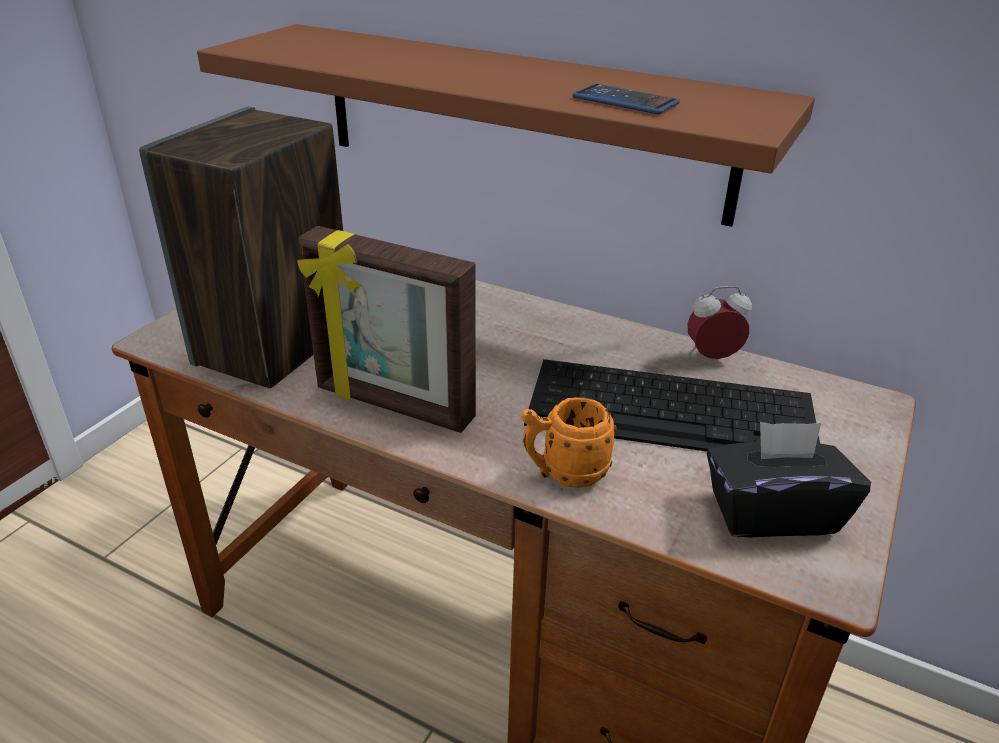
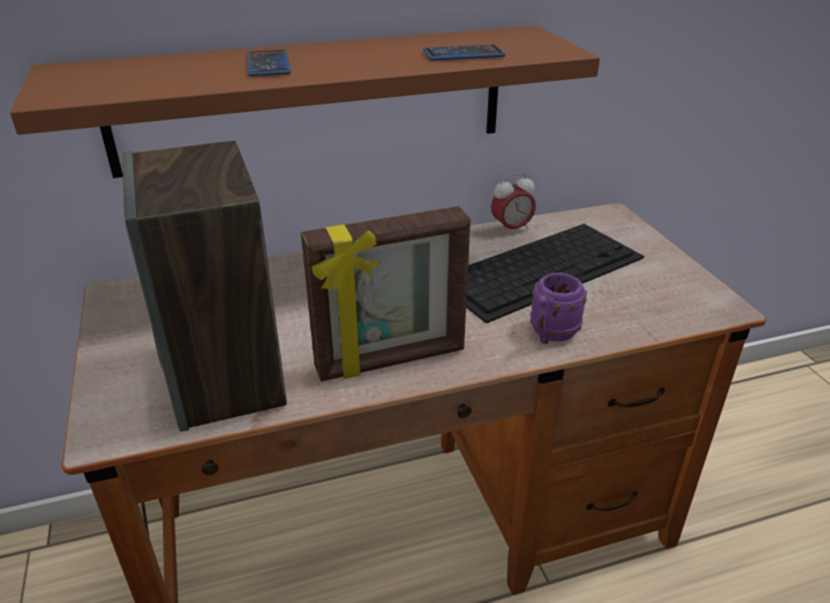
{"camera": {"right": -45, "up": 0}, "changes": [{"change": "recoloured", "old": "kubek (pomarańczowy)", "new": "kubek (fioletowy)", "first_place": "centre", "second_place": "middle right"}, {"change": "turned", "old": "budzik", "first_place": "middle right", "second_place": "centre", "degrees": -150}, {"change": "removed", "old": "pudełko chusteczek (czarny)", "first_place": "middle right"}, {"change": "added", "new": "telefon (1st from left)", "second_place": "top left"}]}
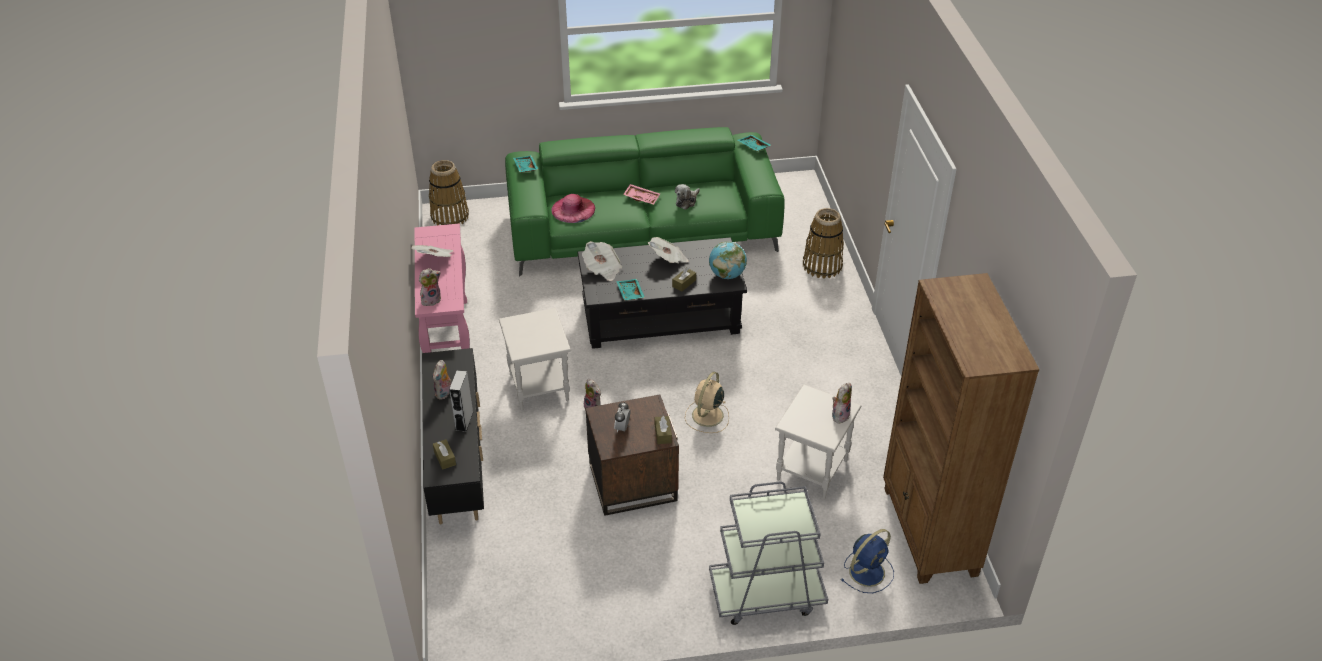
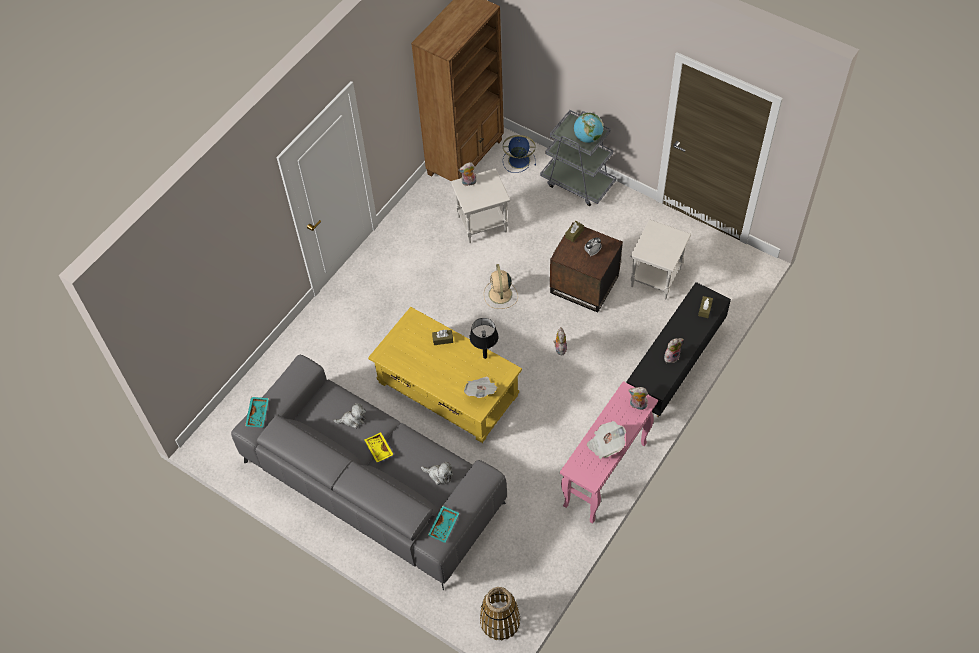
{"camera": {"right": -135, "up": 15}, "changes": [{"change": "removed", "old": "głośnik (szary)", "first_place": "centre"}, {"change": "moved", "old": "stolik (biały) (1st from left in the first image)", "new": "stolik (biały) (2nd from left)", "first_place": "centre", "second_place": "middle right"}, {"change": "recoloured", "old": "kanapa (zielony)", "new": "kanapa (szary)", "first_place": "top centre", "second_place": "bottom centre"}, {"change": "replaced", "old": "kapelusz (różowy)", "new": "pluszak (2nd from left)", "first_place": "top centre", "second_place": "bottom centre"}, {"change": "recoloured", "old": "ława (czarny)", "new": "ława (żółty)", "first_place": "centre", "second_place": "centre"}, {"change": "replaced", "old": "taca (turkusowy) (2nd from left)", "new": "lampa stołowa (czarny)", "first_place": "centre", "second_place": "centre"}, {"change": "recoloured", "old": "taca (różowy)", "new": "taca (żółty)", "first_place": "top centre", "second_place": "bottom centre"}, {"change": "removed", "old": "gazeta (3rd from left)", "first_place": "centre"}, {"change": "turned", "old": "wentylator (beżowy)", "first_place": "centre", "second_place": "centre", "degrees": 105}, {"change": "moved", "old": "globus", "first_place": "centre", "second_place": "top centre"}, {"change": "removed", "old": "koszyk (2nd from left)", "first_place": "centre"}]}
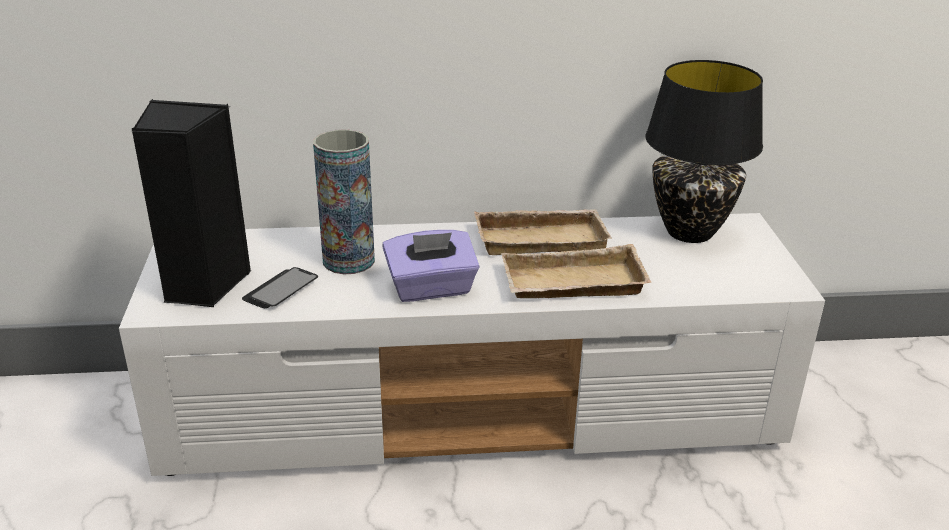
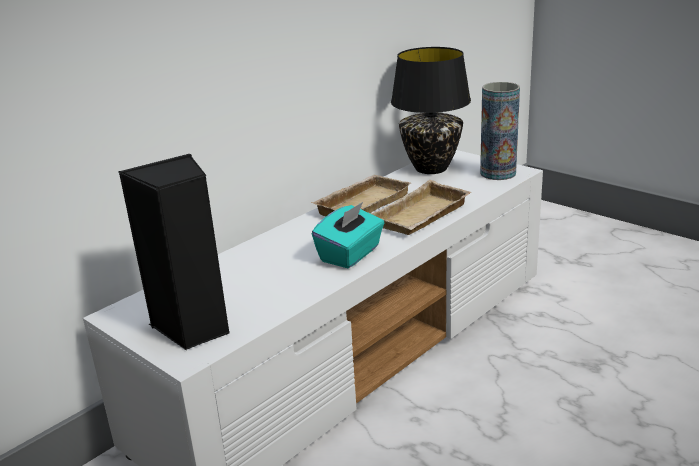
{"camera": {"right": -40, "up": -5}, "changes": [{"change": "removed", "old": "telefon", "first_place": "middle left"}, {"change": "moved", "old": "wazon", "first_place": "centre", "second_place": "top right"}, {"change": "recoloured", "old": "pudełko chusteczek (fioletowy)", "new": "pudełko chusteczek (turkusowy)", "first_place": "centre", "second_place": "centre"}]}
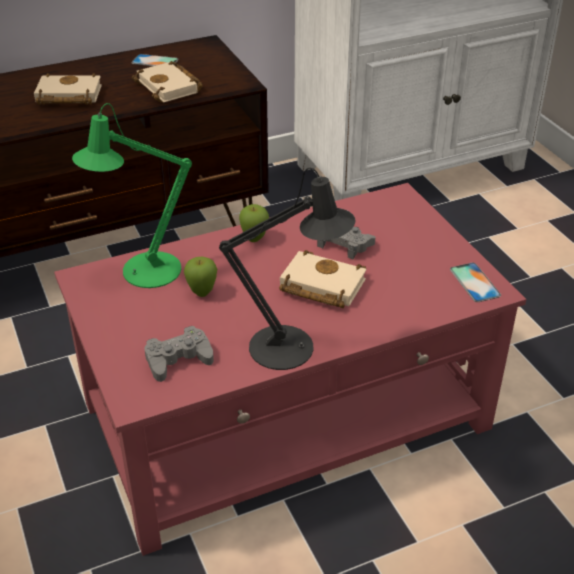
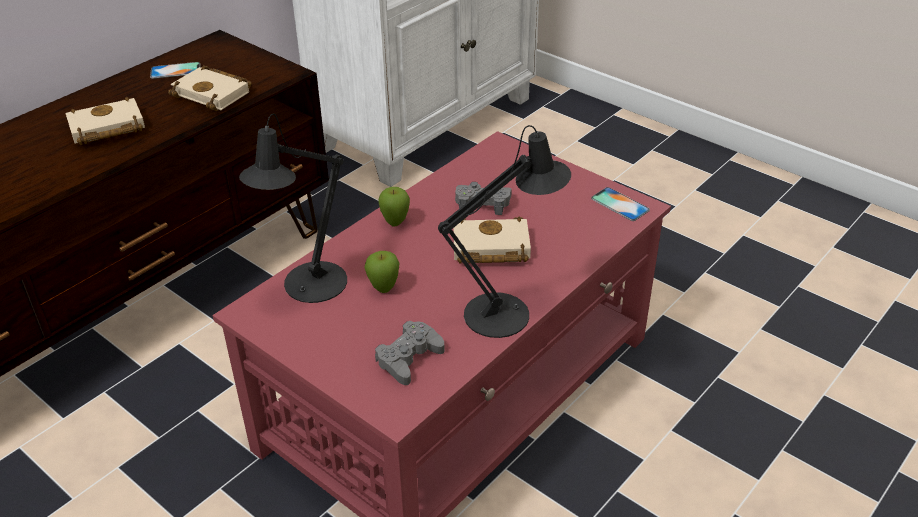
{"camera": {"right": -25, "up": 0}, "changes": [{"change": "recoloured", "old": "lampa stołowa (zielony)", "new": "lampa stołowa (czarny) (1st from left)", "first_place": "middle left", "second_place": "middle left"}]}
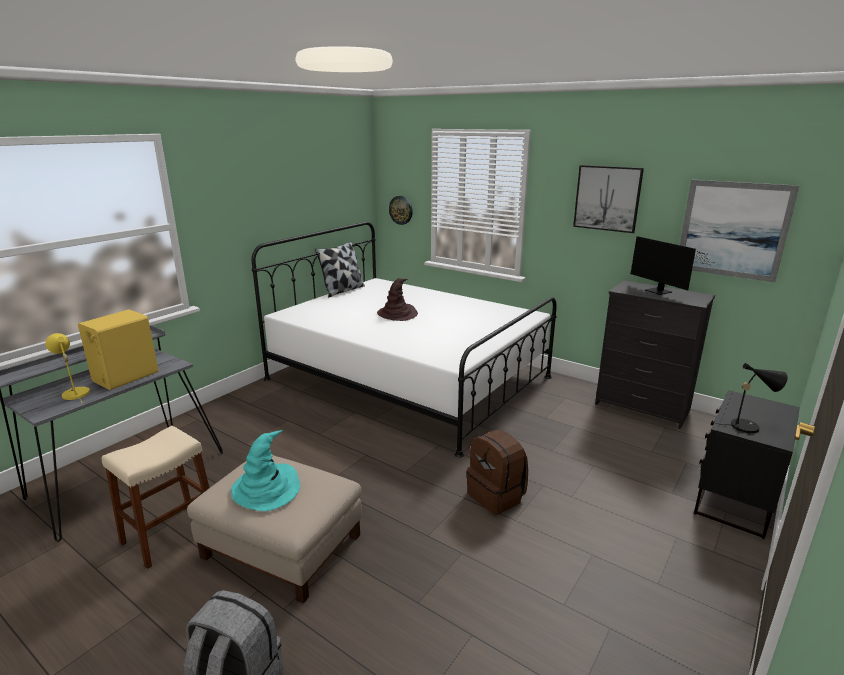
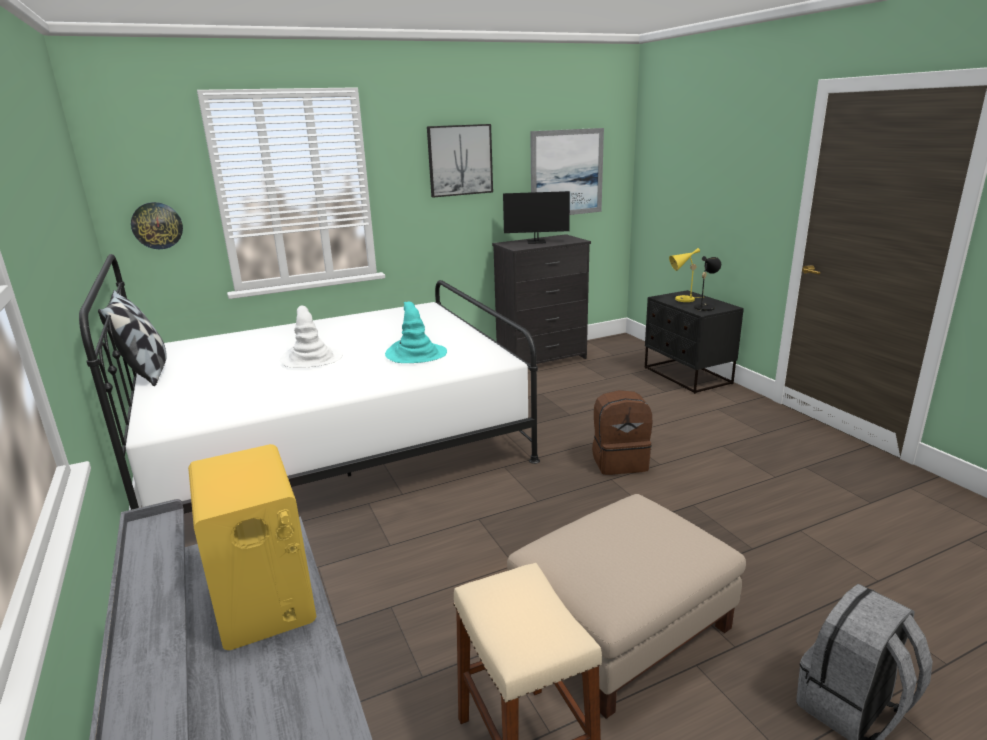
{"camera": {"right": -60, "up": 0}, "changes": [{"change": "moved", "old": "lampa stołowa (żółty)", "first_place": "middle left", "second_place": "middle right"}, {"change": "moved", "old": "kapelusz (turkusowy)", "first_place": "bottom left", "second_place": "centre"}, {"change": "recoloured", "old": "kapelusz (brązowy)", "new": "kapelusz (biały)", "first_place": "centre", "second_place": "middle left"}]}
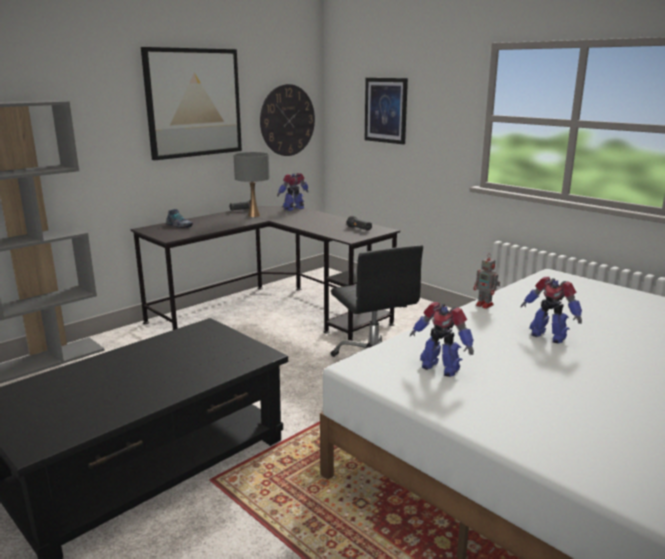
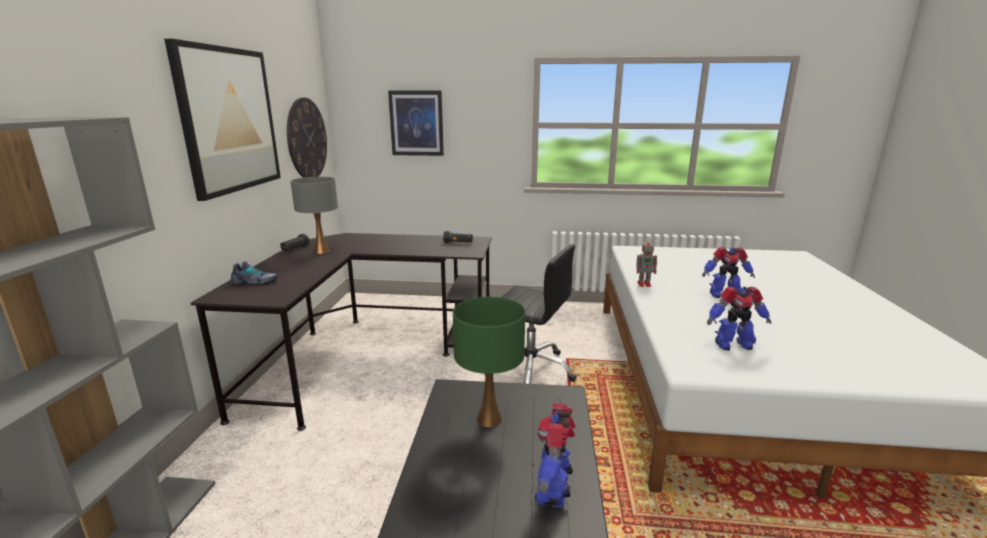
{"camera": {"right": -40, "up": 0}, "changes": [{"change": "moved", "old": "robot zabawkowy (1st from left)", "first_place": "centre", "second_place": "bottom centre"}, {"change": "added", "new": "lampa stołowa (zielony)", "second_place": "bottom centre"}]}
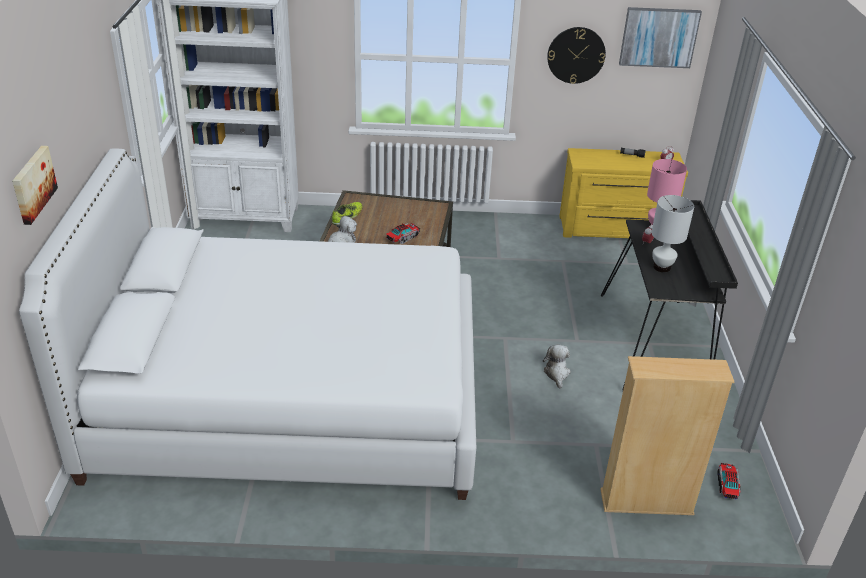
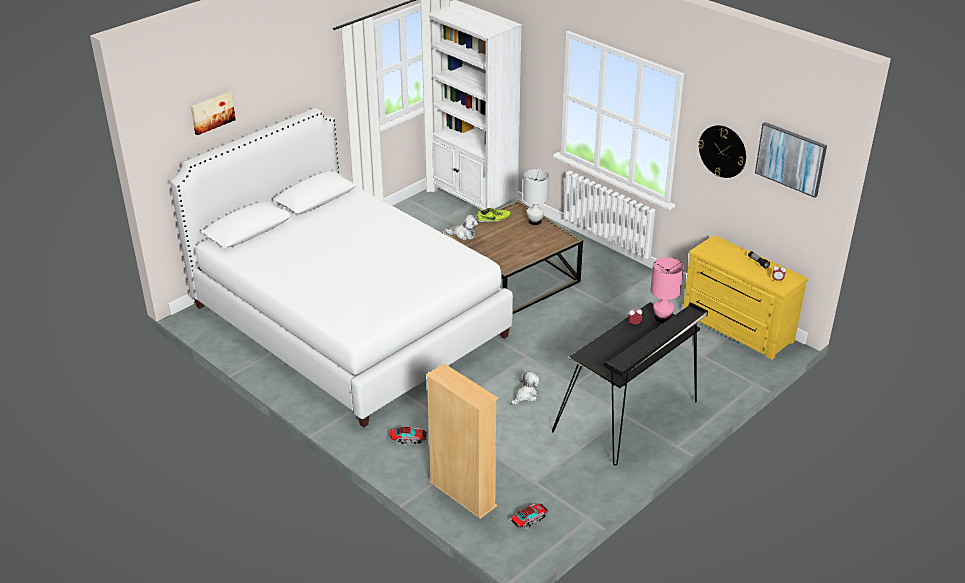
{"camera": {"right": 45, "up": 0}, "changes": [{"change": "moved", "old": "ciężarówka zabawkowa (1st from left)", "first_place": "centre", "second_place": "bottom centre"}, {"change": "moved", "old": "lampa stołowa (biały)", "first_place": "middle right", "second_place": "centre"}]}
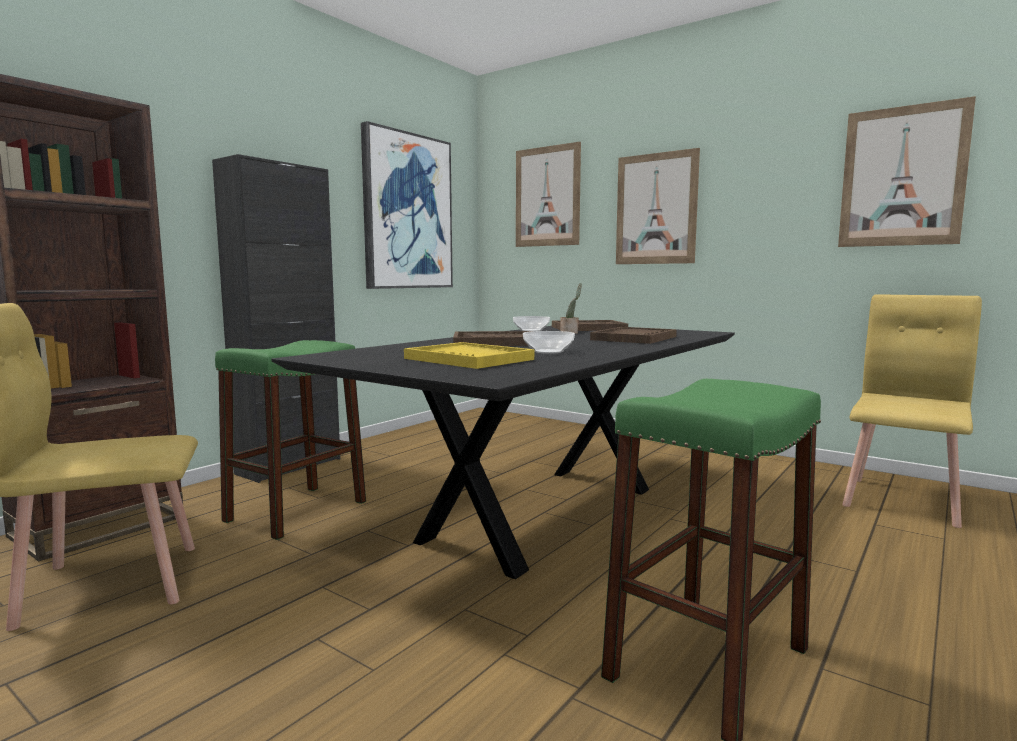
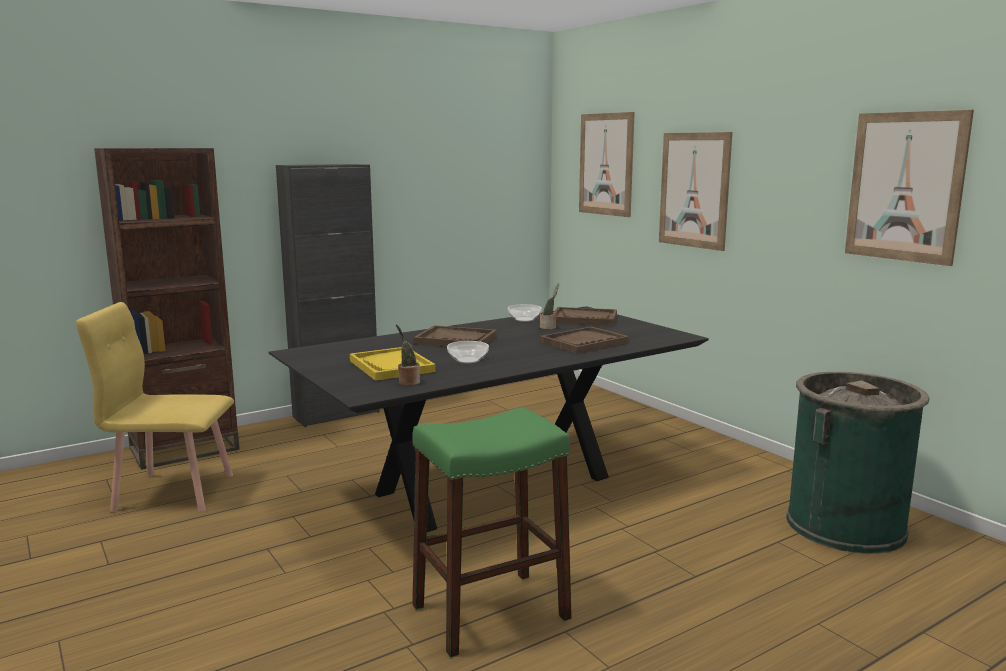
{"camera": {"right": 20, "up": 5}, "changes": [{"change": "removed", "old": "stołek (zielony) (1st from left)", "first_place": "middle left"}, {"change": "removed", "old": "obraz (1st from left)", "first_place": "top centre"}, {"change": "replaced", "old": "krzesło (żółty) (2nd from left)", "new": "kosz na śmieci (zielony)", "first_place": "middle right", "second_place": "bottom right"}, {"change": "added", "new": "roślina doniczkowa (1st from left)", "second_place": "centre"}]}
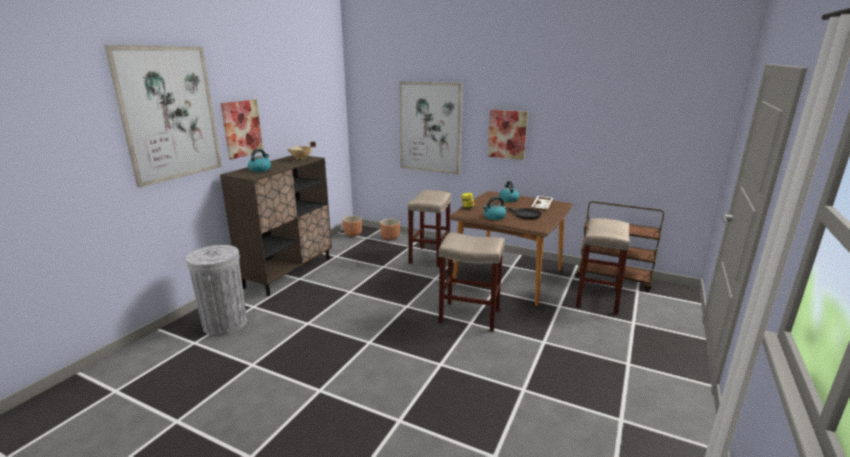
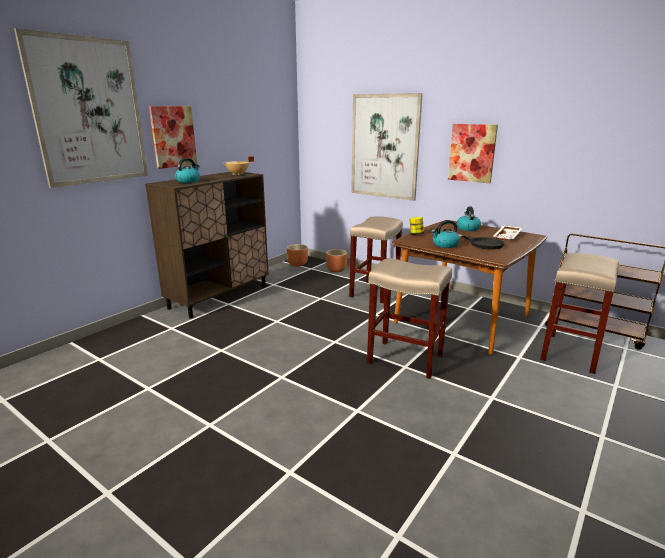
{"camera": {"right": 10, "up": 0}, "changes": [{"change": "removed", "old": "kosz na śmieci (szary)", "first_place": "middle left"}]}
